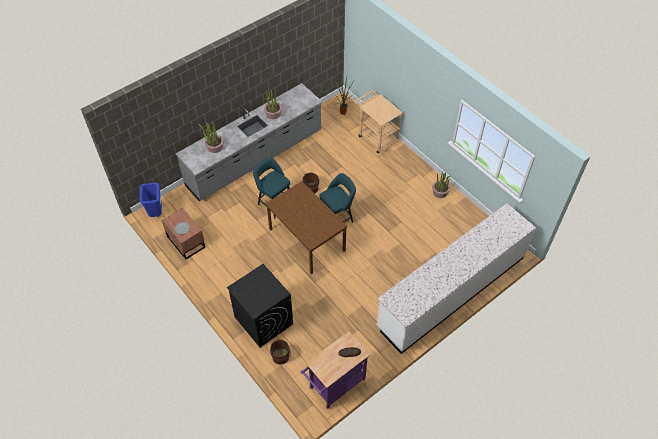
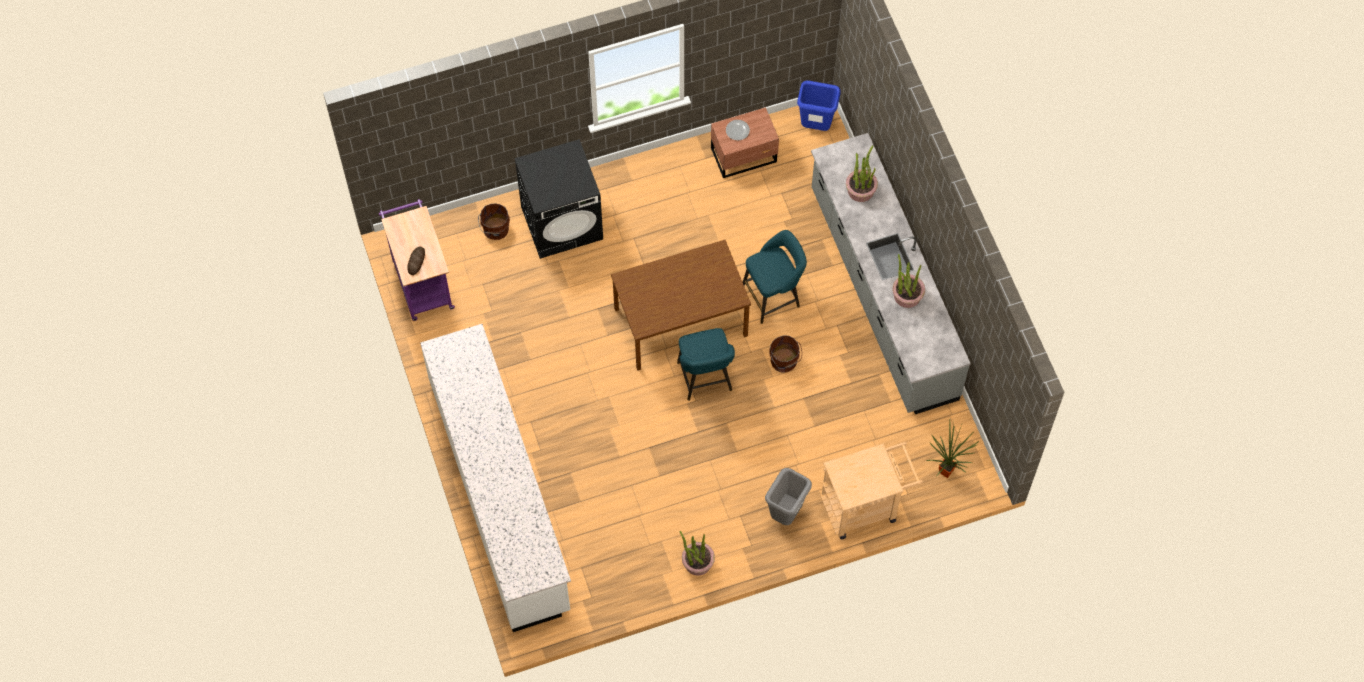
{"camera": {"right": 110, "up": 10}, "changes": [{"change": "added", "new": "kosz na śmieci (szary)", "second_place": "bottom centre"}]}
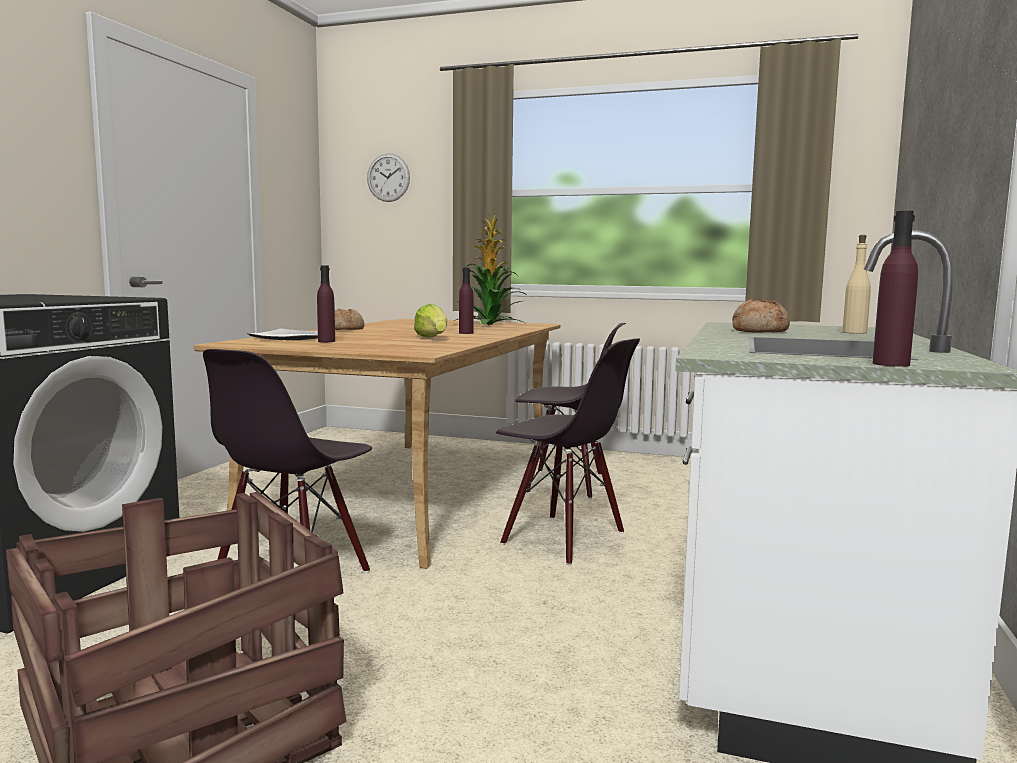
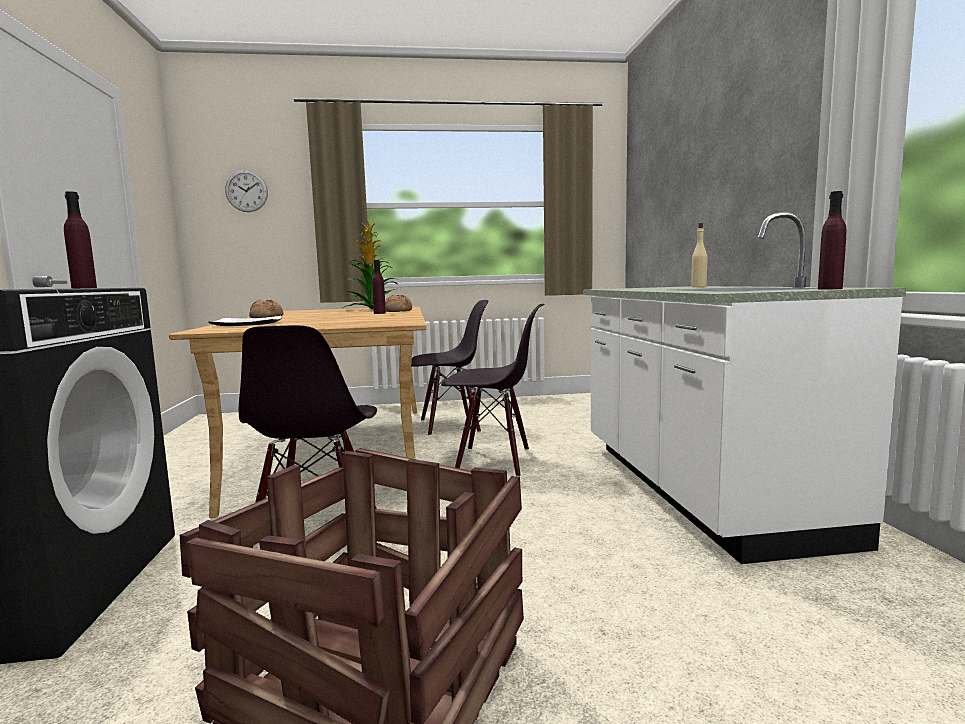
{"camera": {"right": -25, "up": 0}, "changes": [{"change": "moved", "old": "butelka (fioletowy) (1st from left)", "first_place": "middle left", "second_place": "top left"}, {"change": "removed", "old": "sałata", "first_place": "centre"}, {"change": "moved", "old": "chleb (2nd from left)", "first_place": "middle right", "second_place": "centre"}]}
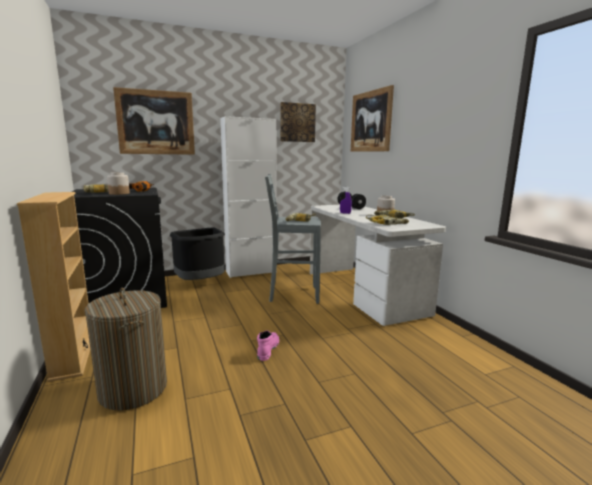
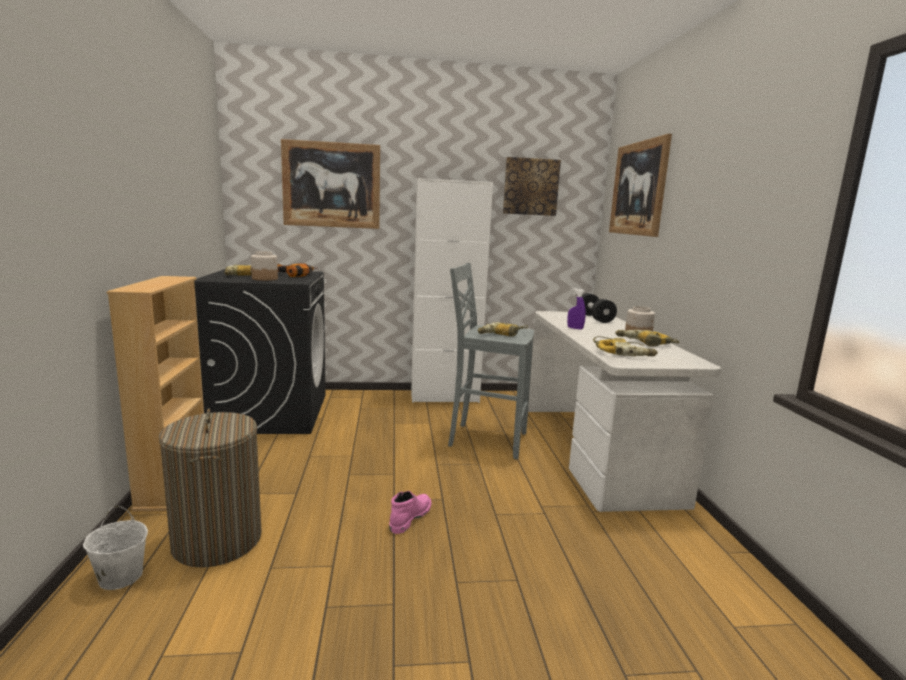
{"camera": {"right": 15, "up": 0}, "changes": [{"change": "removed", "old": "kosz na śmieci (czarny)", "first_place": "middle left"}, {"change": "added", "new": "wiadro (biały)", "second_place": "bottom left"}]}
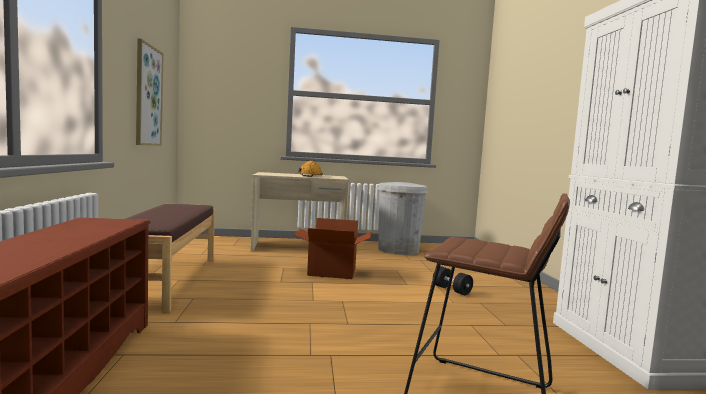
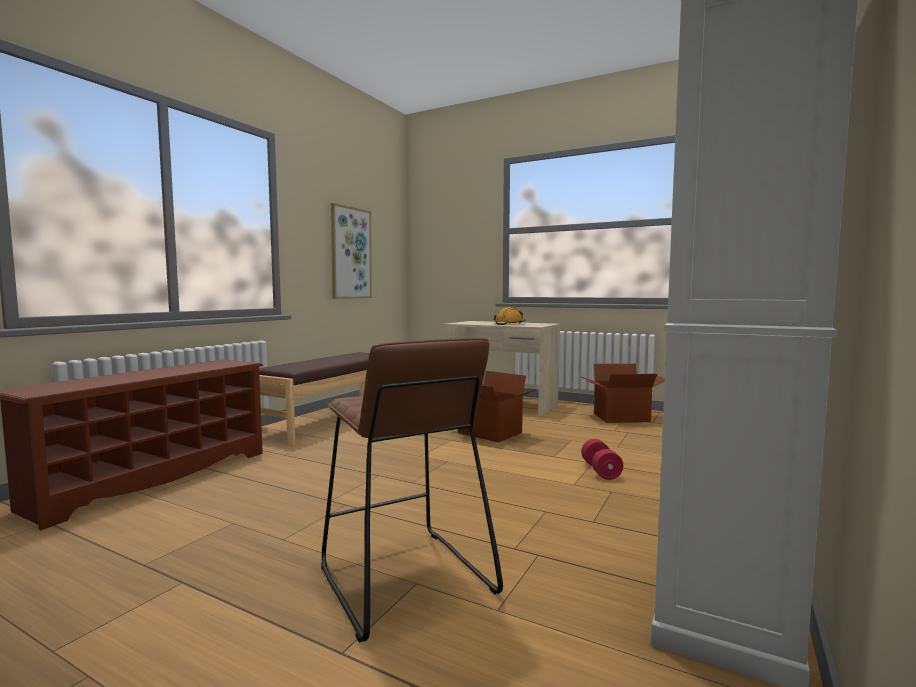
{"camera": {"right": 35, "up": 0}, "changes": [{"change": "replaced", "old": "kosz na śmieci (biały)", "new": "karton (2nd from left)", "first_place": "centre", "second_place": "middle right"}, {"change": "recoloured", "old": "hantel (czarny)", "new": "hantel (czerwony)", "first_place": "bottom centre", "second_place": "bottom centre"}]}
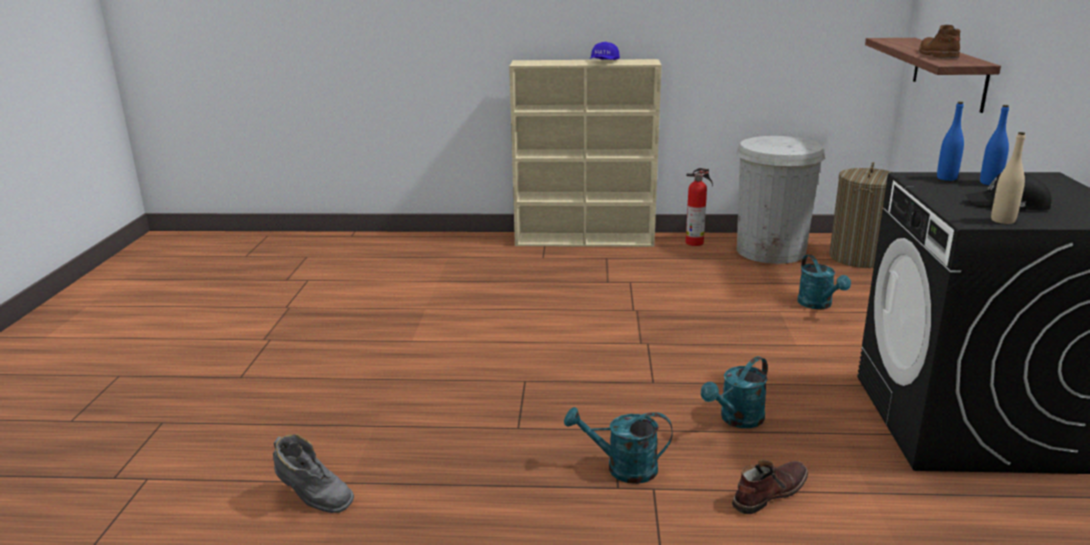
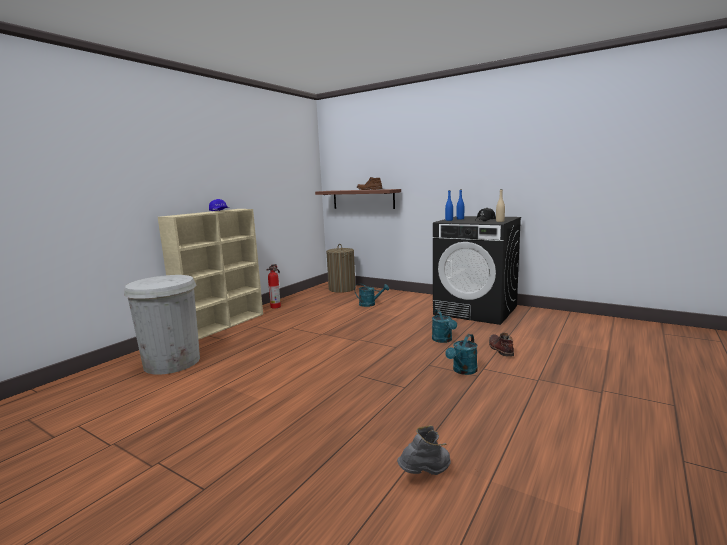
{"camera": {"right": -60, "up": -10}, "changes": [{"change": "moved", "old": "kosz na śmieci (biały)", "first_place": "middle right", "second_place": "middle left"}]}
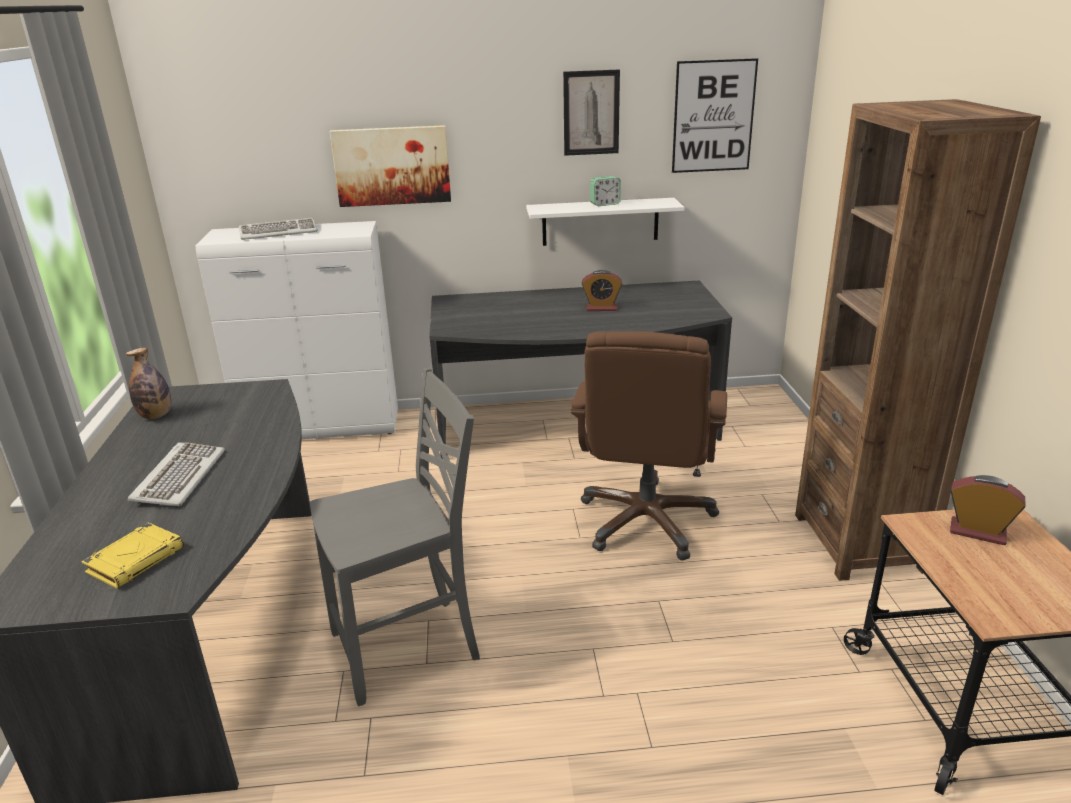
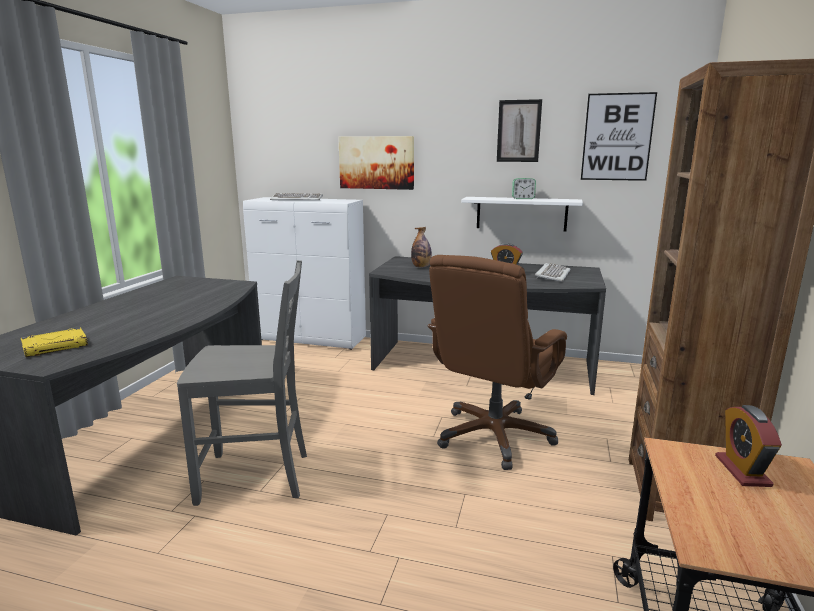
{"camera": {"right": 20, "up": -10}, "changes": [{"change": "moved", "old": "butelka", "first_place": "middle left", "second_place": "centre"}, {"change": "moved", "old": "klawiatura (1st from left in the first image)", "new": "klawiatura (2nd from left)", "first_place": "middle left", "second_place": "middle right"}, {"change": "turned", "old": "budzik (3rd from left)", "first_place": "middle right", "second_place": "bottom right", "degrees": -135}]}
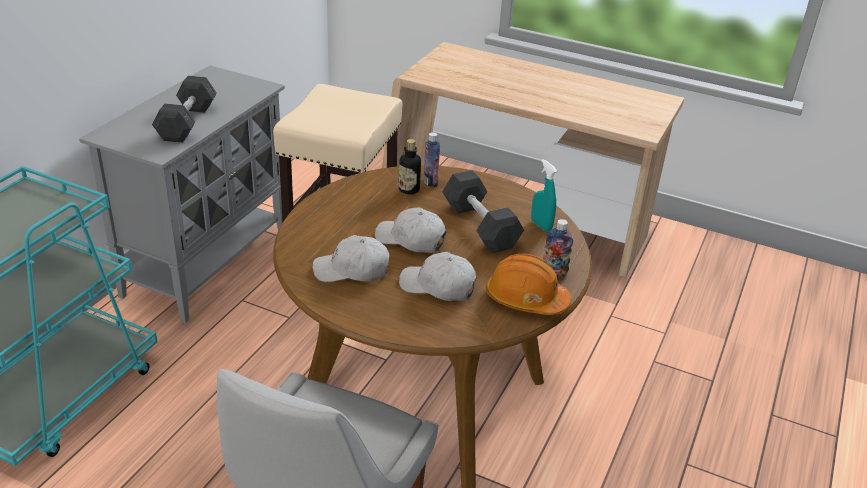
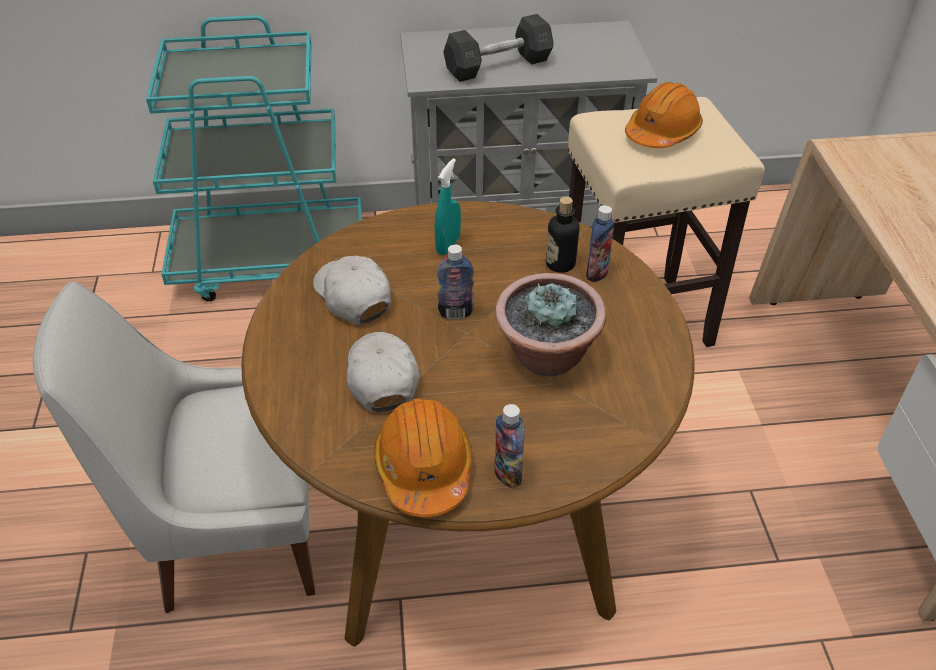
{"camera": {"right": 60, "up": 10}, "changes": [{"change": "replaced", "old": "czapka z daszkiem (biały) (2nd from left)", "new": "butelka (1st from left)", "first_place": "centre", "second_place": "centre"}, {"change": "replaced", "old": "hantel (szary) (2nd from left)", "new": "roślina doniczkowa", "first_place": "centre", "second_place": "centre"}, {"change": "moved", "old": "spryskiwacz (turkusowy)", "first_place": "centre", "second_place": "top centre"}, {"change": "added", "new": "kask (pomarańczowy) (2nd from left)", "second_place": "top right"}]}
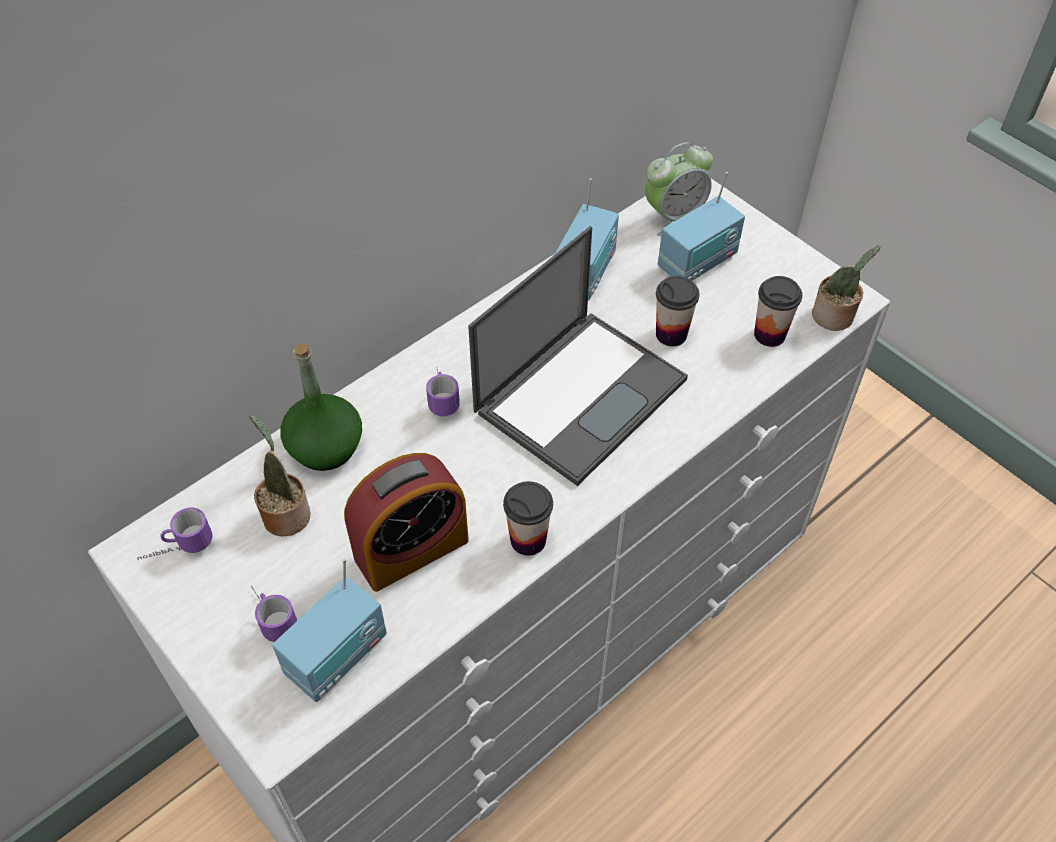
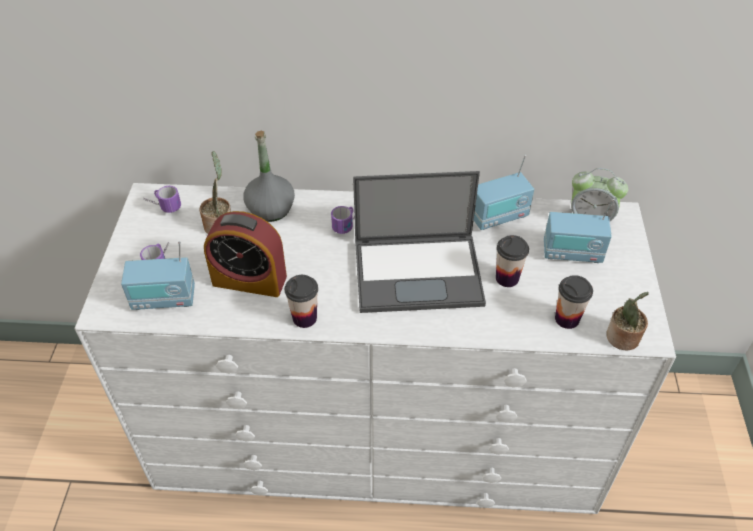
{"camera": {"right": 45, "up": -5}, "changes": [{"change": "recoloured", "old": "butelka (zielony)", "new": "butelka (szary)", "first_place": "middle left", "second_place": "top centre"}]}
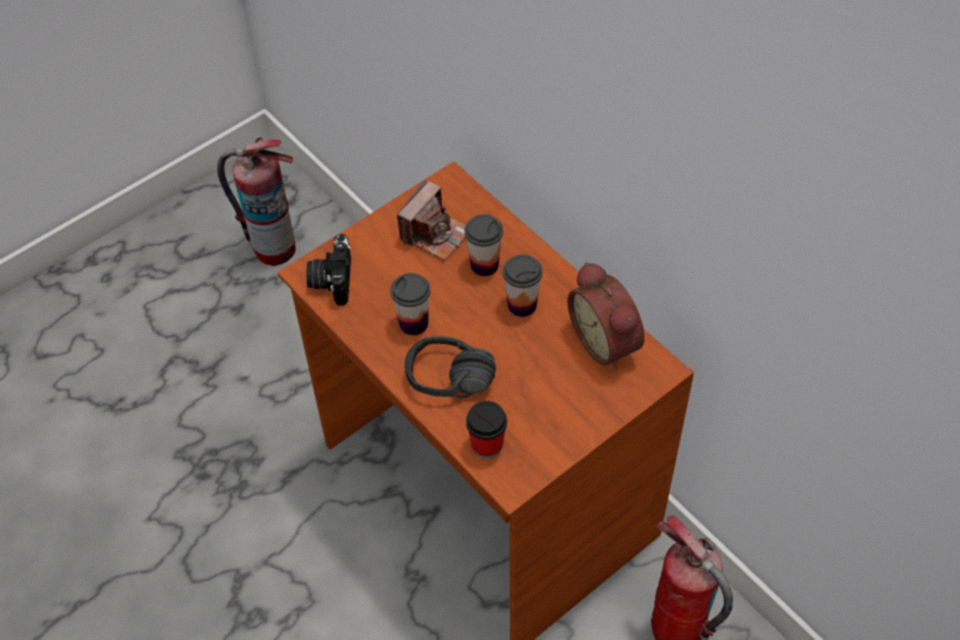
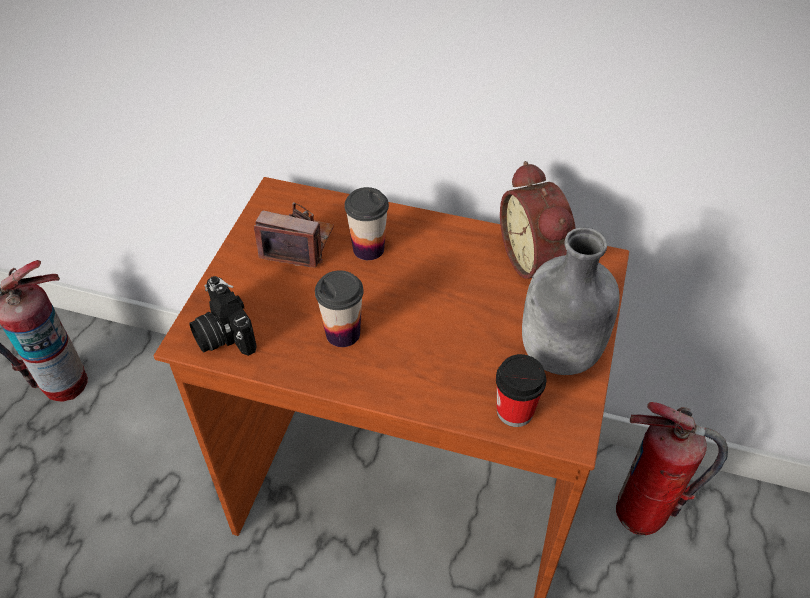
{"camera": {"right": -35, "up": -5}, "changes": [{"change": "turned", "old": "aparat fotograficzny (2nd from left)", "first_place": "centre", "second_place": "centre", "degrees": -75}, {"change": "removed", "old": "słuchawki (czarny)", "first_place": "centre"}, {"change": "removed", "old": "filiżanka (4th from left)", "first_place": "centre"}, {"change": "turned", "old": "budzik", "first_place": "centre", "second_place": "centre", "degrees": 45}, {"change": "added", "new": "butelka (szary)", "second_place": "middle right"}]}
